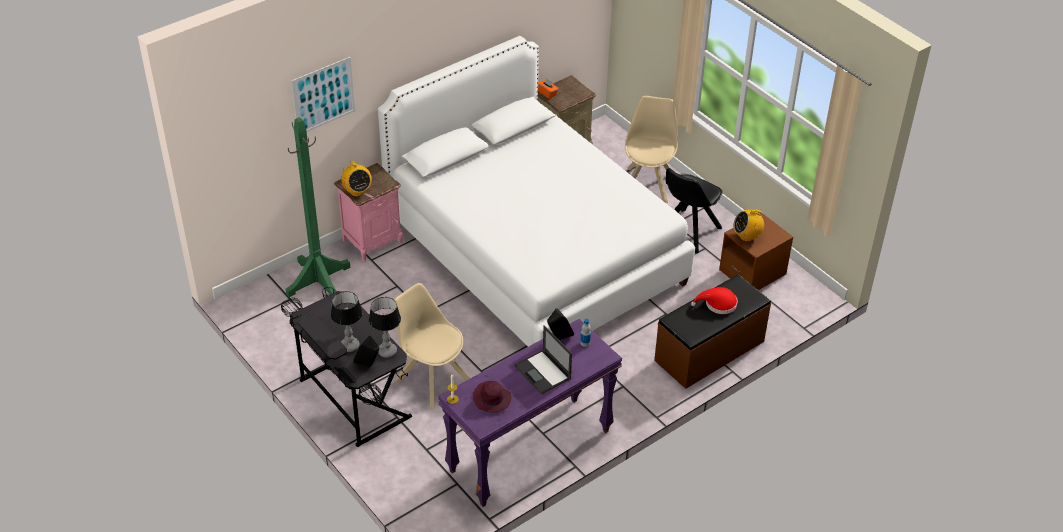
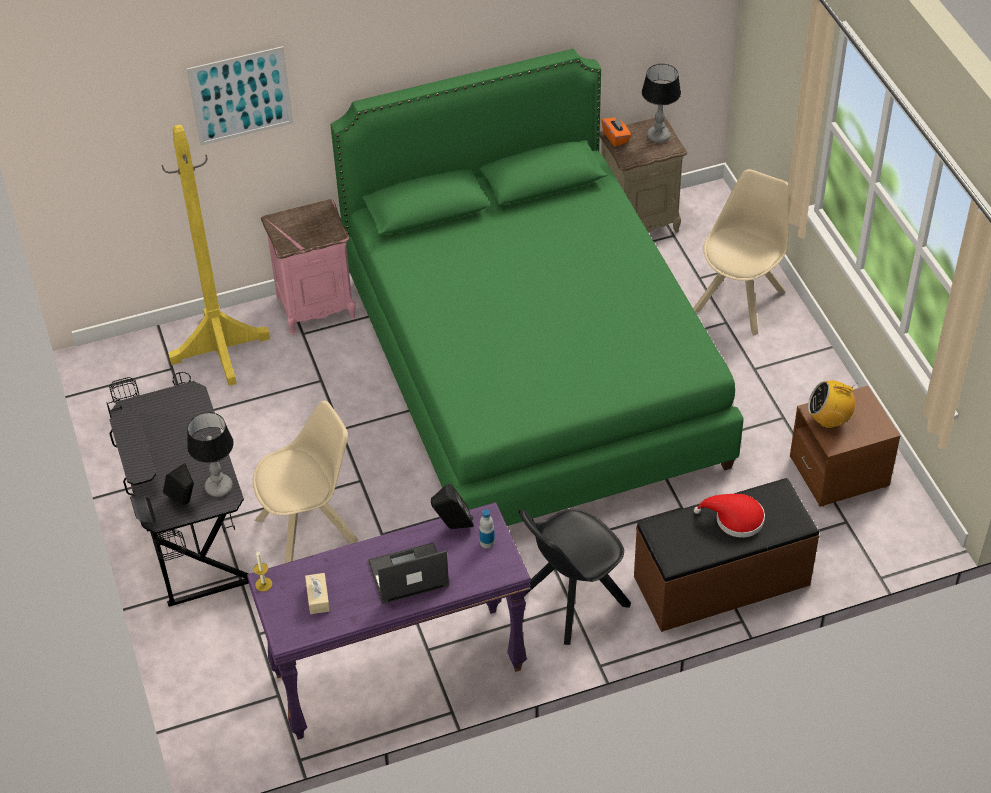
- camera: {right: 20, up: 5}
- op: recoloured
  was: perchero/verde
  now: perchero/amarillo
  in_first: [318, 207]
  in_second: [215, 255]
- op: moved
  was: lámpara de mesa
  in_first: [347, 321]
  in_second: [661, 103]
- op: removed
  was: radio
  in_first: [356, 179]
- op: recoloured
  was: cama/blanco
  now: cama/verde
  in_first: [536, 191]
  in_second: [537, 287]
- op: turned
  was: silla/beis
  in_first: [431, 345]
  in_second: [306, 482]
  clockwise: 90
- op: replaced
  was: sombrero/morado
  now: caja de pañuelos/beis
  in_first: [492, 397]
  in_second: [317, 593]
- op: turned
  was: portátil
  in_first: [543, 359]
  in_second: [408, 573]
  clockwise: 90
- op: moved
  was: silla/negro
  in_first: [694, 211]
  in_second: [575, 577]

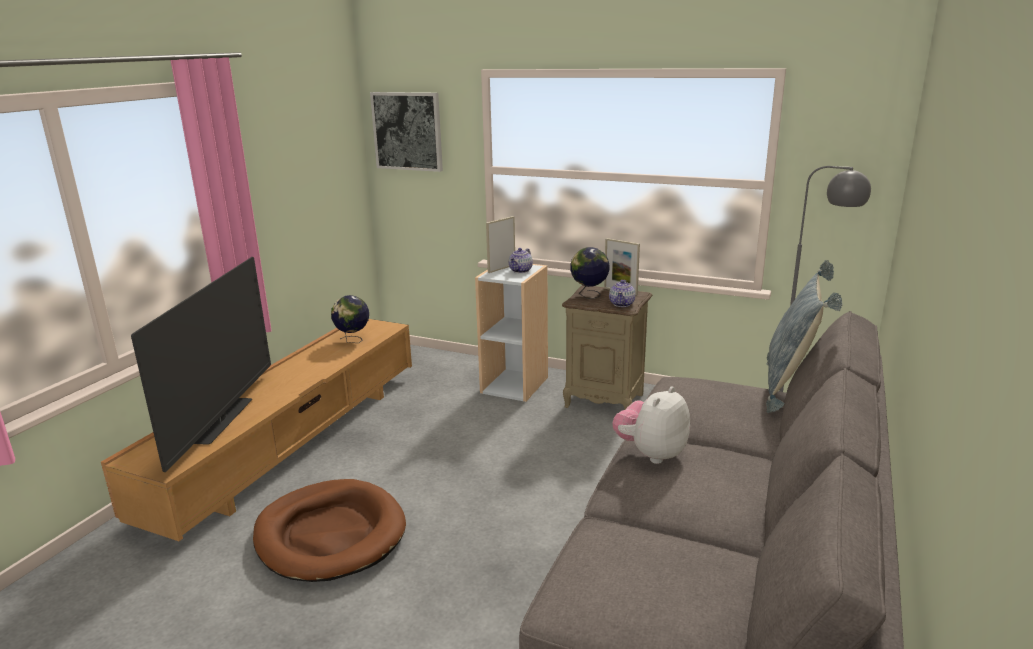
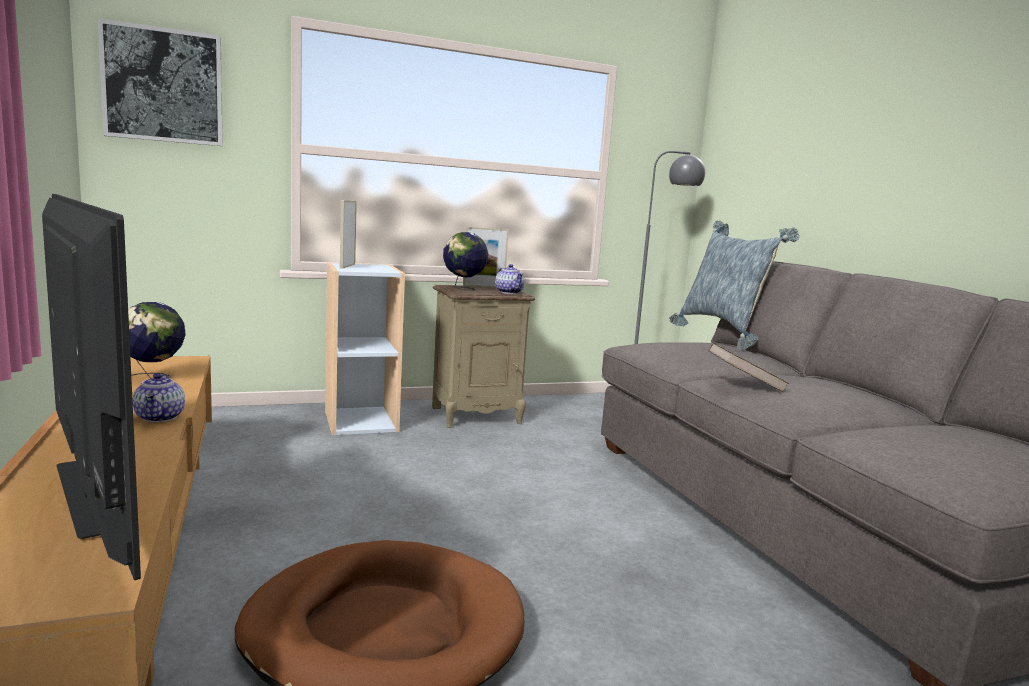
- camera: {right: -45, up: -10}
- op: moved
  was: tetera
  in_first: [521, 260]
  in_second: [159, 398]
- op: replaced
  was: peluche
  now: libro/marrón
  in_first: [651, 425]
  in_second: [749, 367]

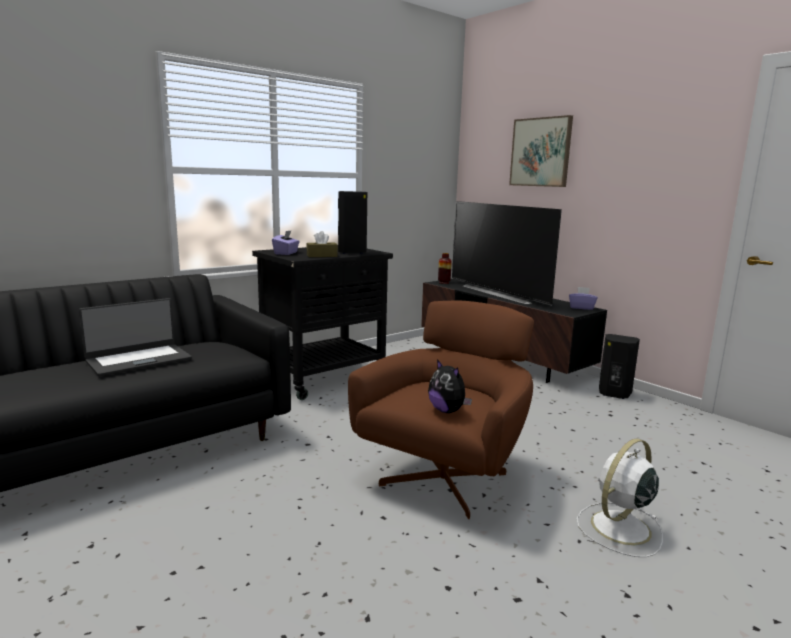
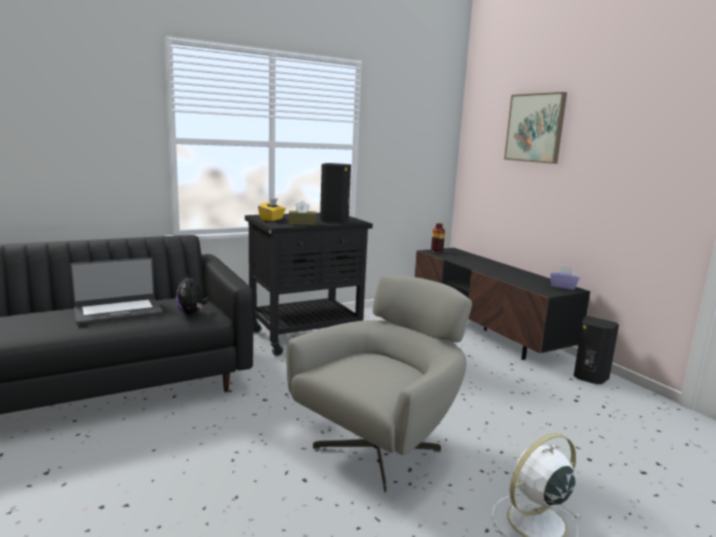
- camera: {right: 10, up: 0}
- op: recoloured
  was: caja de pañuelos/morado
  now: caja de pañuelos/amarillo
  in_first: [286, 242]
  in_second: [272, 209]
- op: recoloured
  was: sillón/marrón
  now: sillón/gris
  in_first: [441, 410]
  in_second: [379, 384]
- op: moved
  was: peluche
  in_first: [450, 386]
  in_second: [192, 294]
- op: removed
  was: televisor
  in_first: [507, 253]

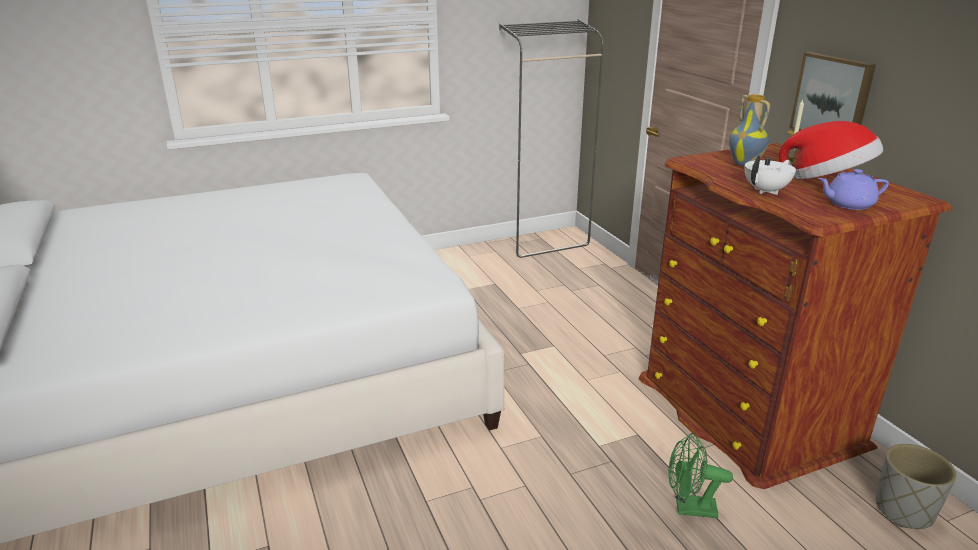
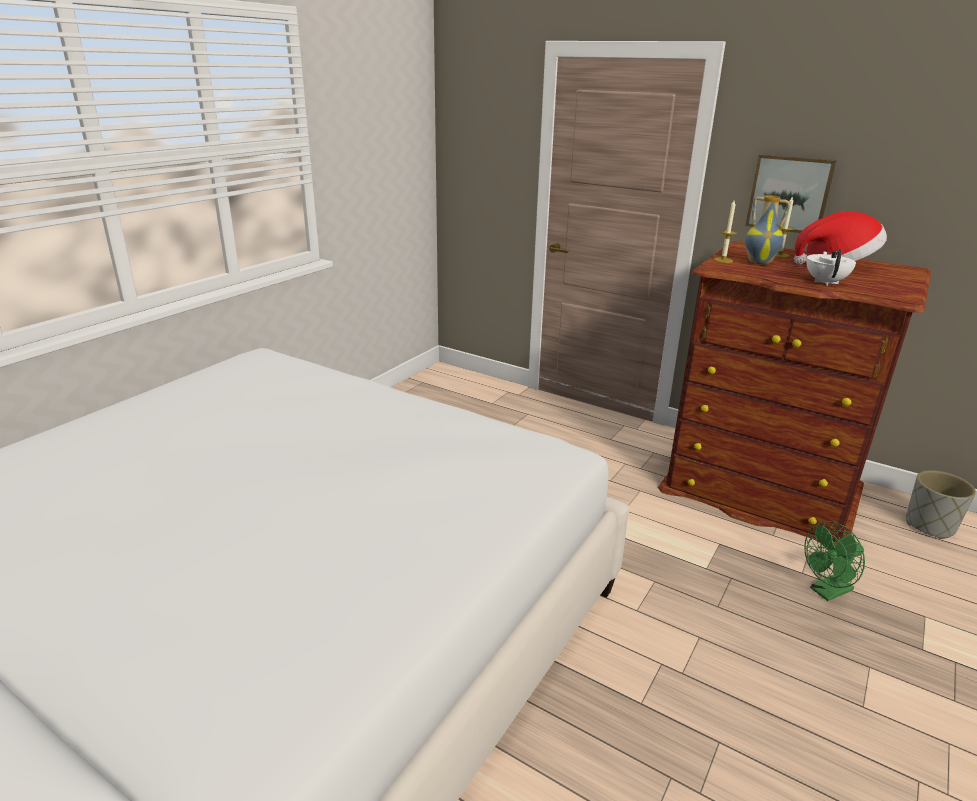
- camera: {right: -35, up: 0}
- op: removed
  was: perchero/gris
  in_first: [551, 138]
- op: removed
  was: tetera/morado
  in_first: [853, 189]
- op: added
  now: vela
  in_second: [725, 231]

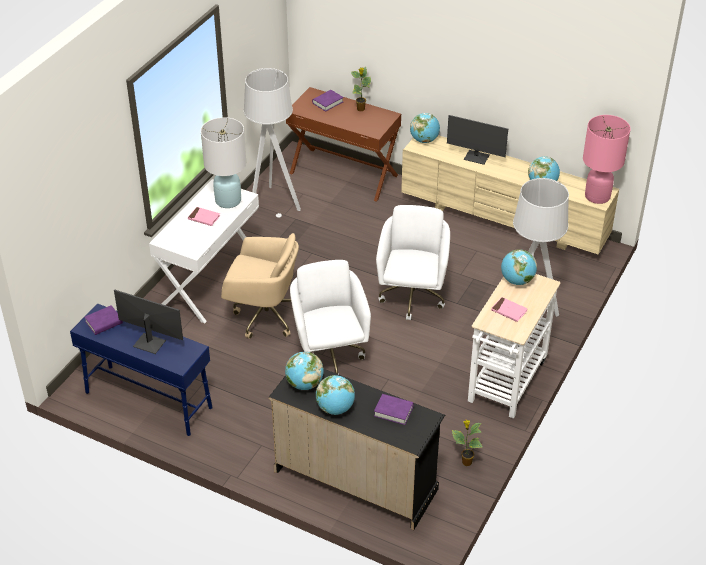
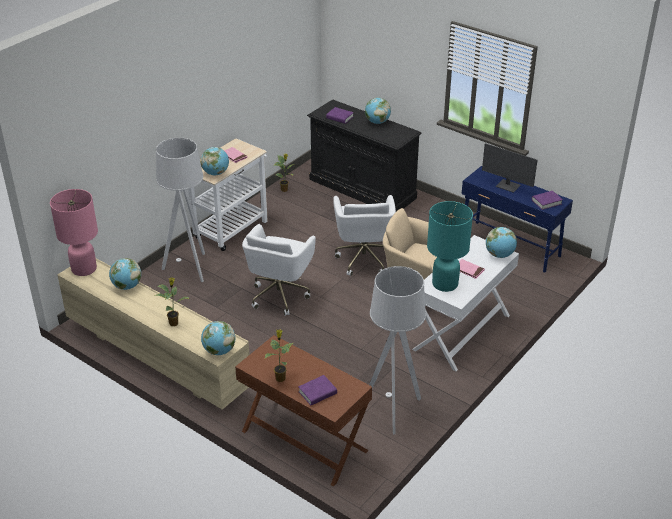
- camera: {right: -170, up: -5}
- op: recoloured
  was: lámpara de mesa/blanco
  now: lámpara de mesa/turquesa
  in_first: [223, 162]
  in_second: [450, 246]
- op: moved
  was: globo terráqueo
  in_first: [304, 371]
  in_second: [501, 242]
- op: replaced
  was: monitor
  now: planta en maceta
  in_first: [477, 140]
  in_second: [172, 301]

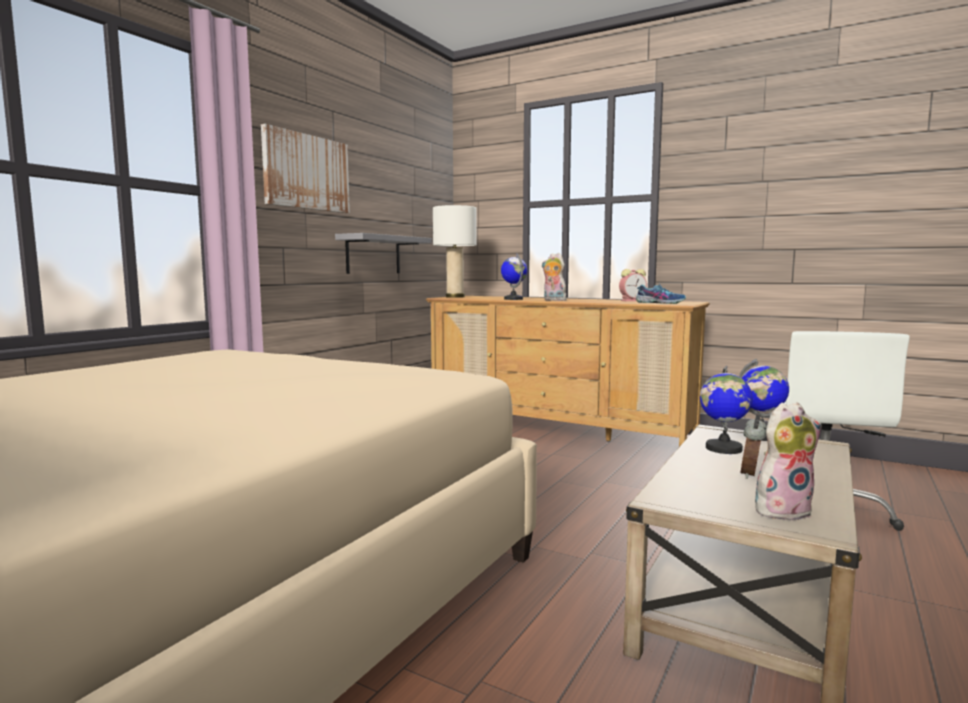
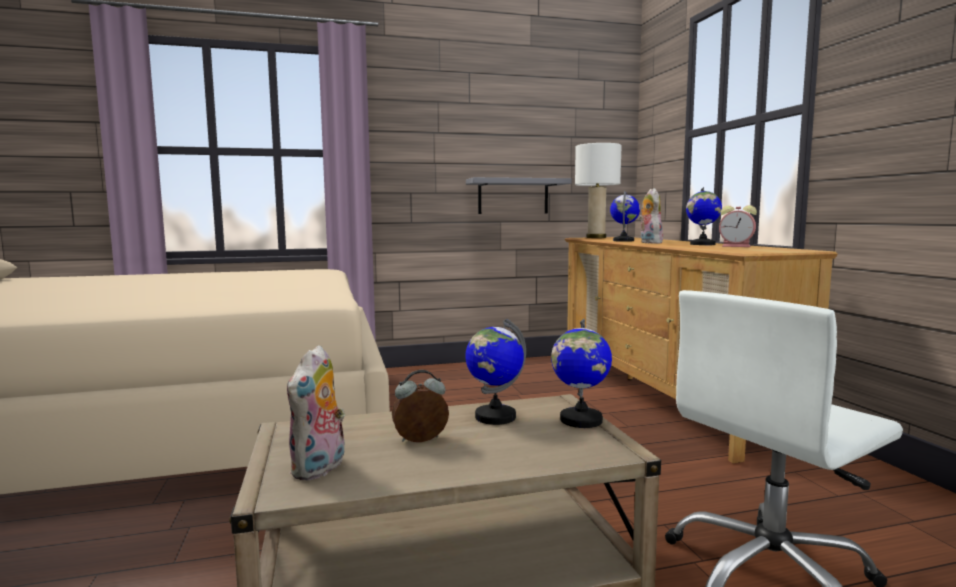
- camera: {right: 45, up: 0}
- op: removed
  was: cuadro
  in_first: [305, 168]
- op: removed
  was: zapato
  in_first: [661, 293]
- op: turned
  was: peluche
  in_first: [788, 462]
  in_second: [316, 413]
  clockwise: 75
- op: added
  now: globo terráqueo
  in_second: [704, 216]

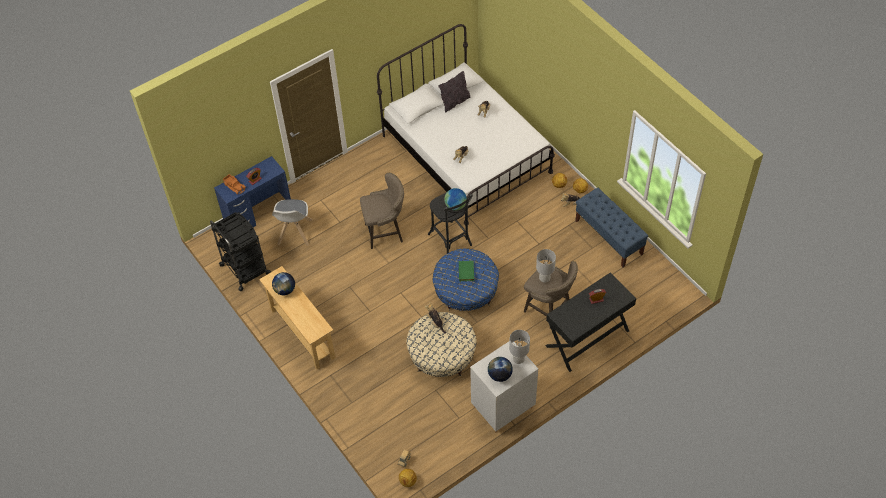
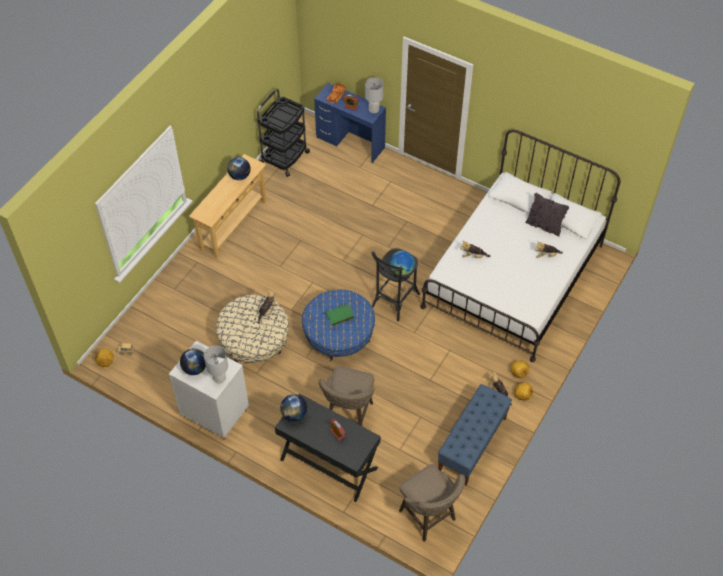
- camera: {right: 65, up: 0}
- op: removed
  was: silla
  in_first: [292, 222]
- op: moved
  was: taburete/beis
  in_first: [382, 211]
  in_second: [432, 503]
- op: moved
  was: lámpara de mesa/gris
  in_first: [546, 266]
  in_second: [374, 95]
- op: added
  now: globo terráqueo
  in_second: [293, 407]

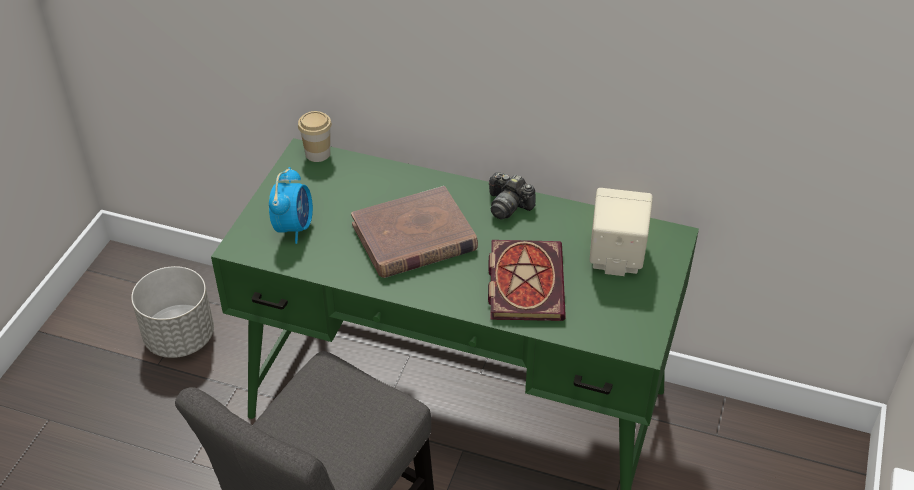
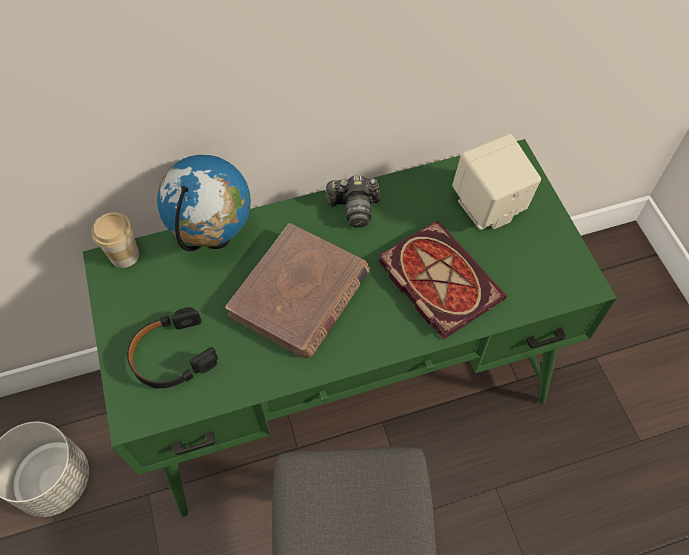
- camera: {right: -35, up: 15}
- op: replaced
  was: despertador
  now: auriculares/negro
  in_first: [291, 205]
  in_second: [172, 347]
- op: added
  now: globo terráqueo
  in_second: [204, 203]

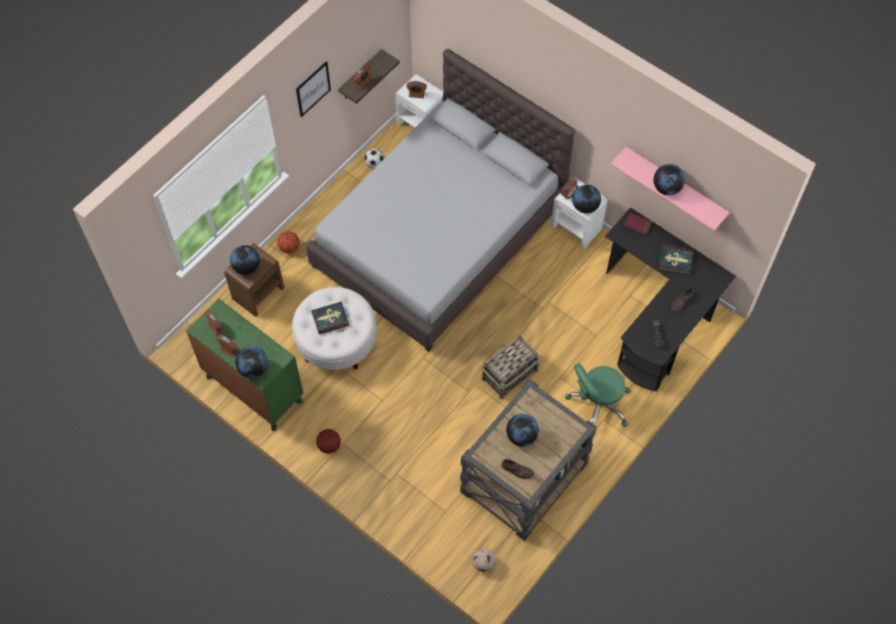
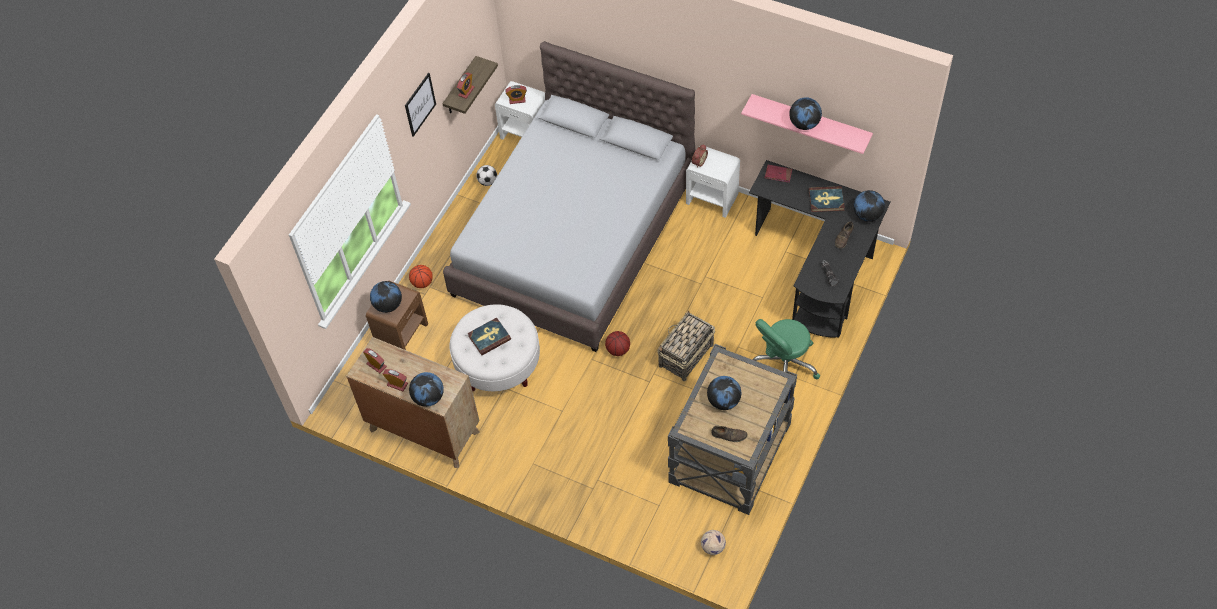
- camera: {right: -10, up: -5}
- op: recoloured
  was: cómoda/verde
  now: cómoda/marrón
  in_first: [244, 365]
  in_second: [413, 402]
- op: moved
  was: balón de baloncesto
  in_first: [328, 441]
  in_second: [617, 343]
- op: moved
  was: globo terráqueo
  in_first: [586, 199]
  in_second: [869, 206]

